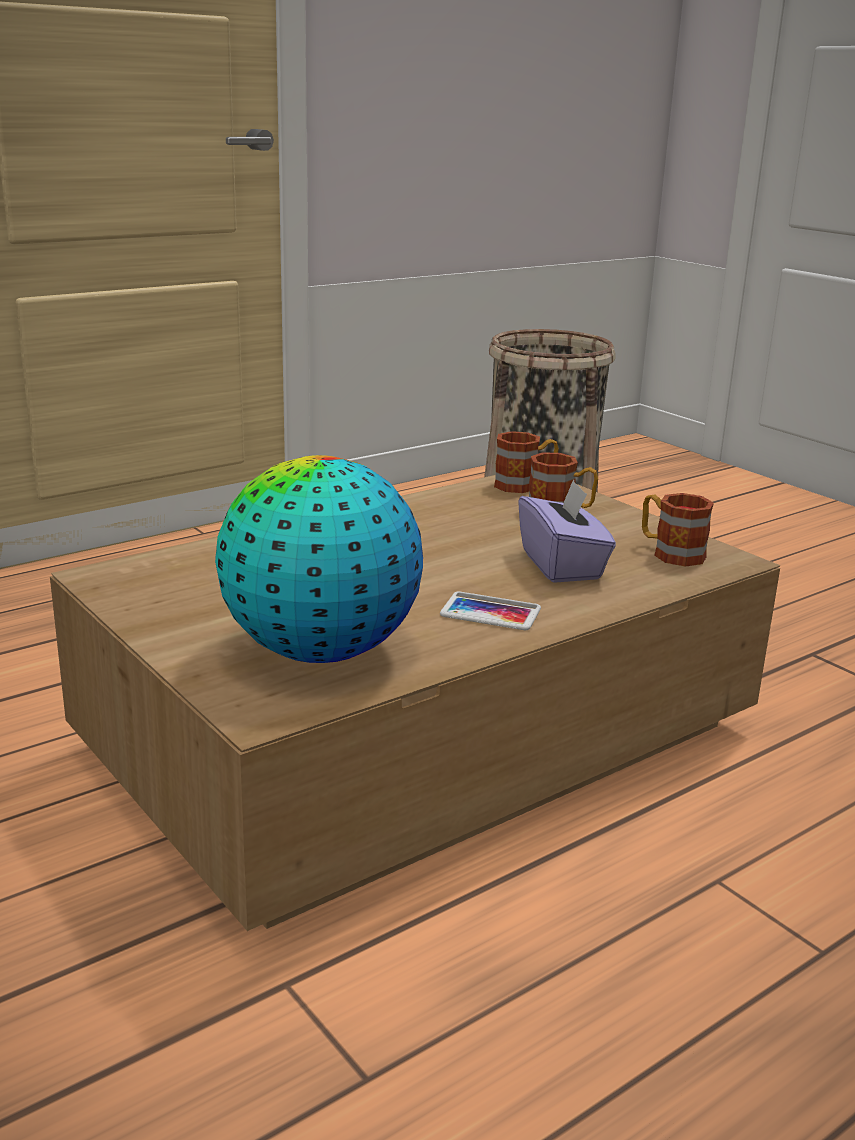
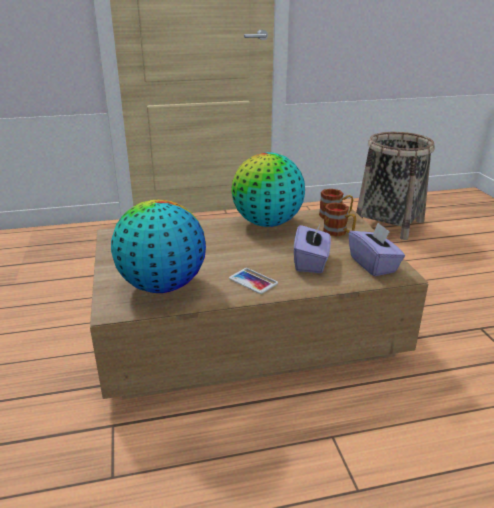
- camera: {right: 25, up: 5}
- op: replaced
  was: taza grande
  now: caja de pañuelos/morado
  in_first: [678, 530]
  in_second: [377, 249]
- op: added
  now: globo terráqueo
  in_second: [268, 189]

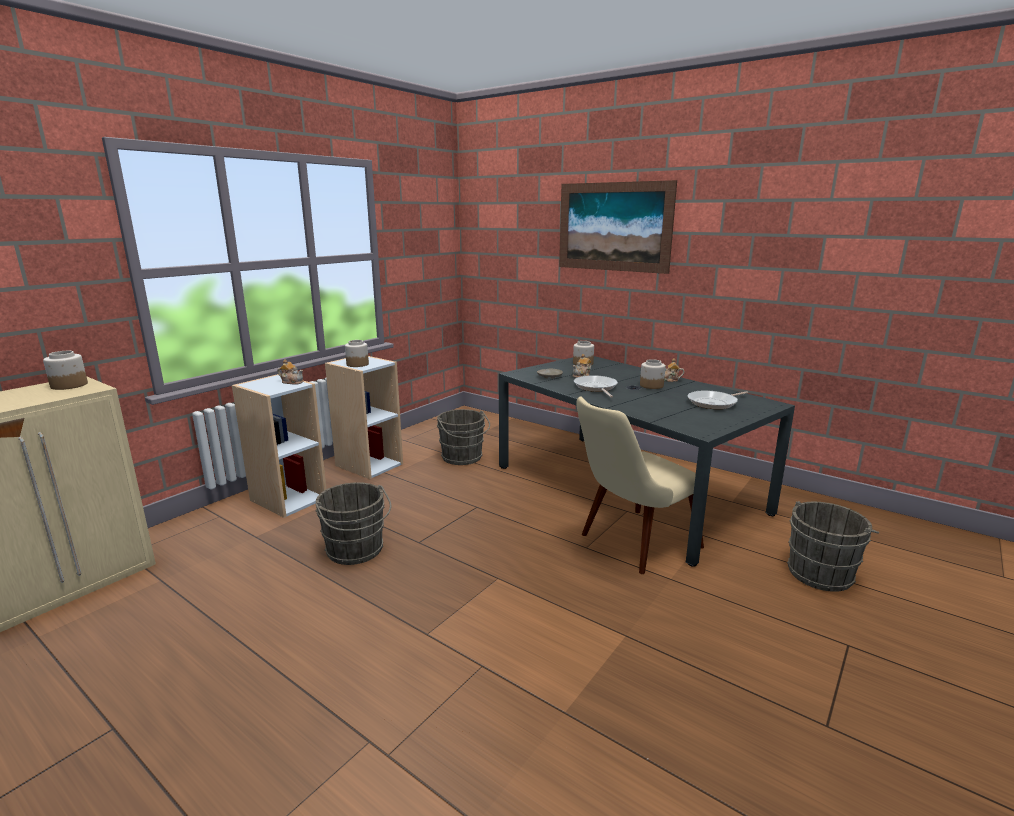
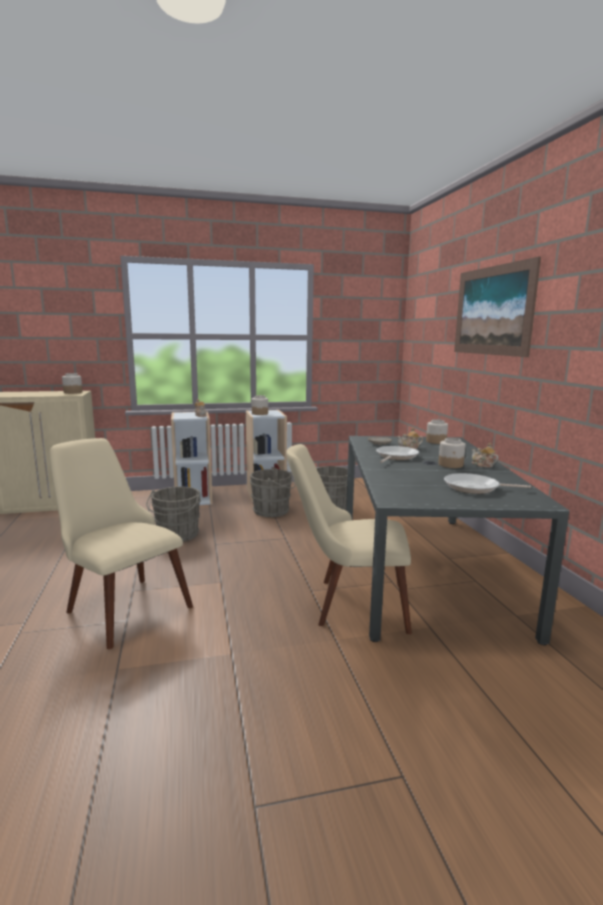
- camera: {right: 40, up: -5}
- op: moved
  was: cubo/gris
  in_first: [833, 546]
  in_second: [273, 492]
- op: added
  now: silla/beis
  in_second: [121, 543]

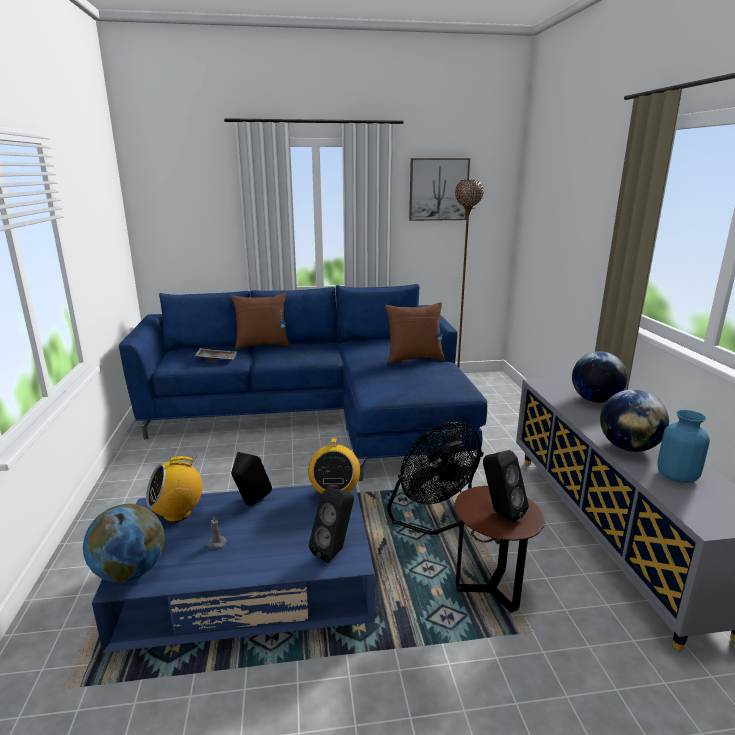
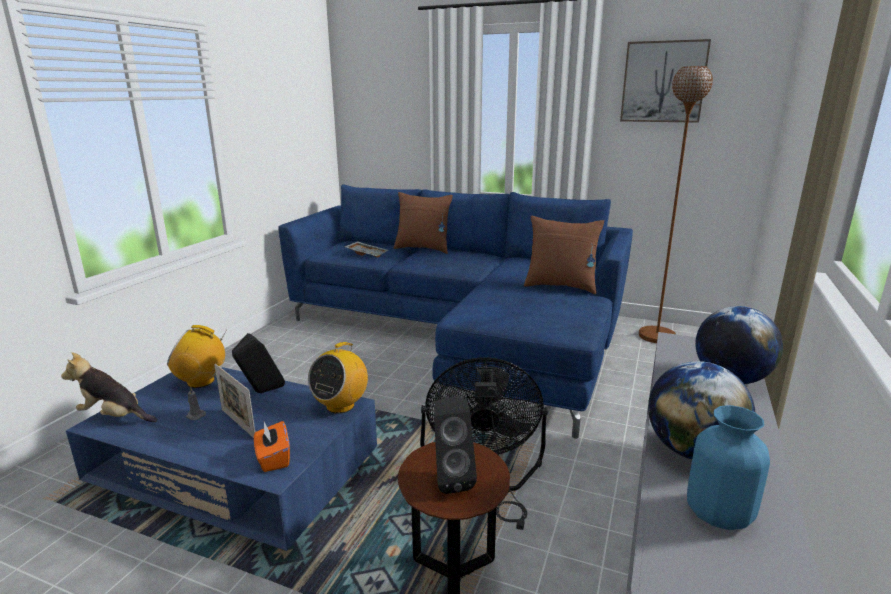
- camera: {right: 30, up: 0}
- op: replaced
  was: globo terráqueo
  now: peluche
  in_first: [124, 543]
  in_second: [109, 387]
- op: replaced
  was: altavoz/negro
  now: caja de pañuelos/naranja
  in_first: [331, 525]
  in_second: [272, 446]
- op: added
  now: portarretratos
  in_second: [234, 401]

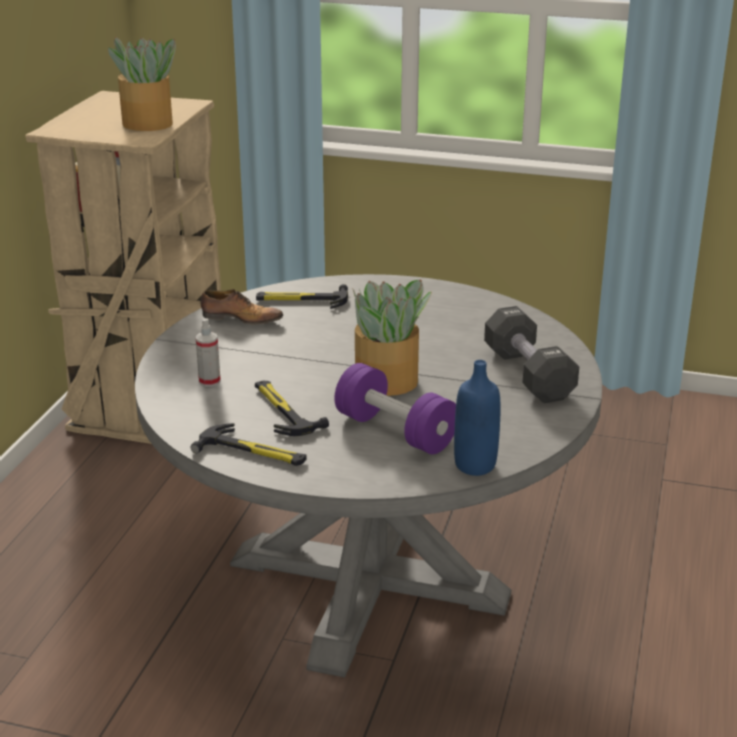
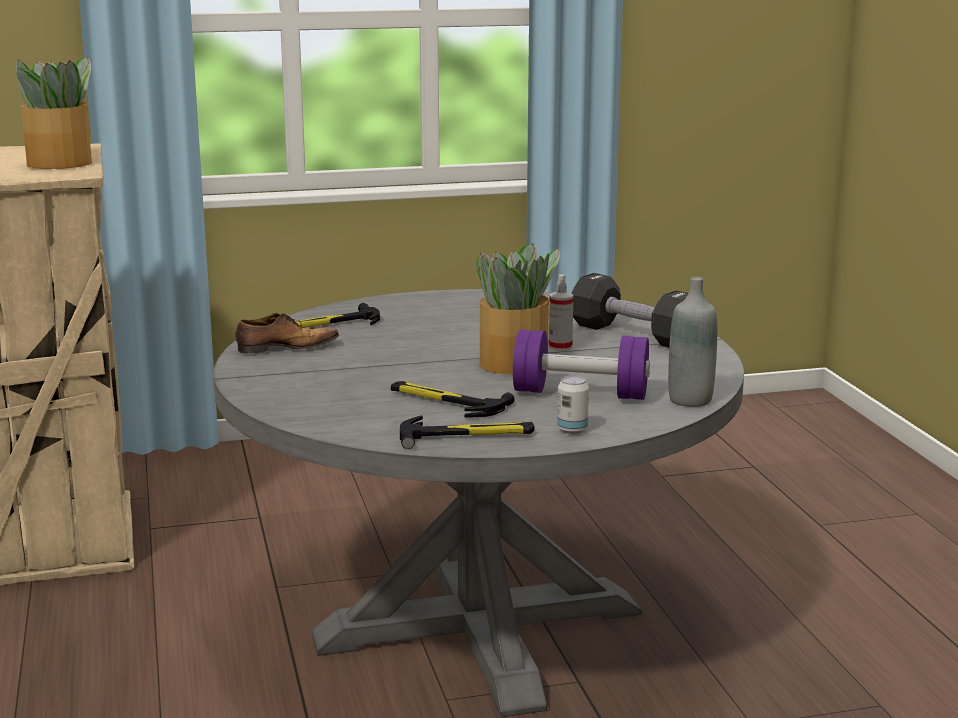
- camera: {right: -30, up: -10}
- op: moved
  was: pulverizador
  in_first: [208, 352]
  in_second: [561, 313]
- op: recoloured
  was: botella/azul
  now: botella/gris
  in_first: [477, 418]
  in_second: [692, 342]
- op: added
  now: lata
  in_second: [573, 405]

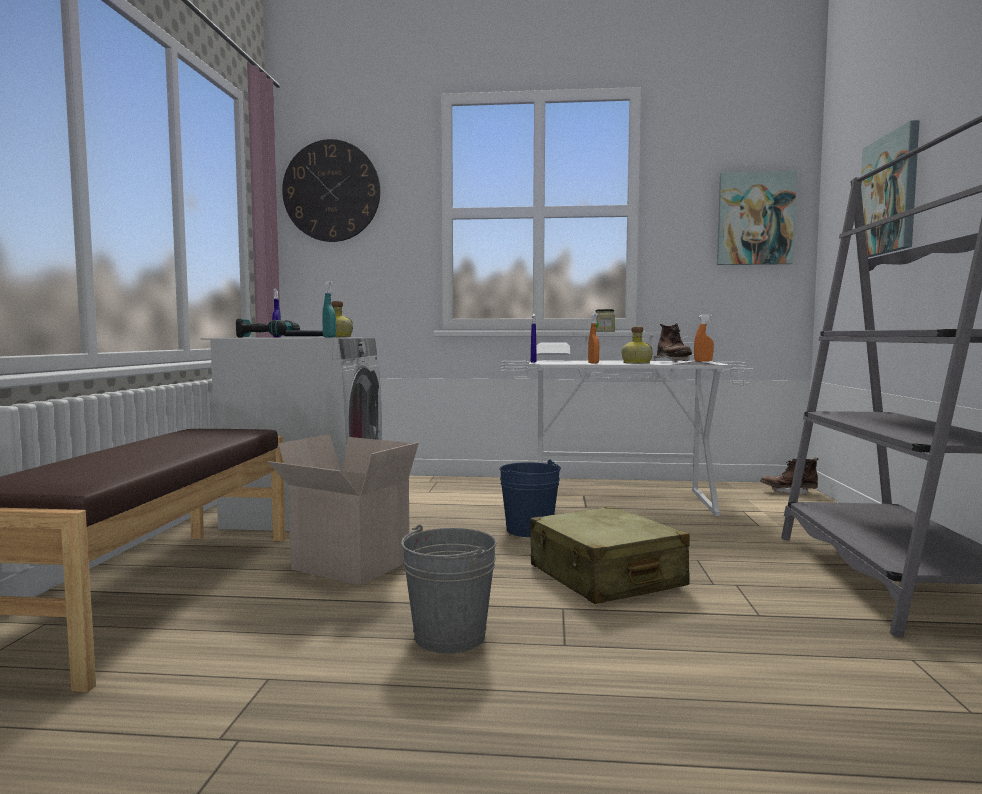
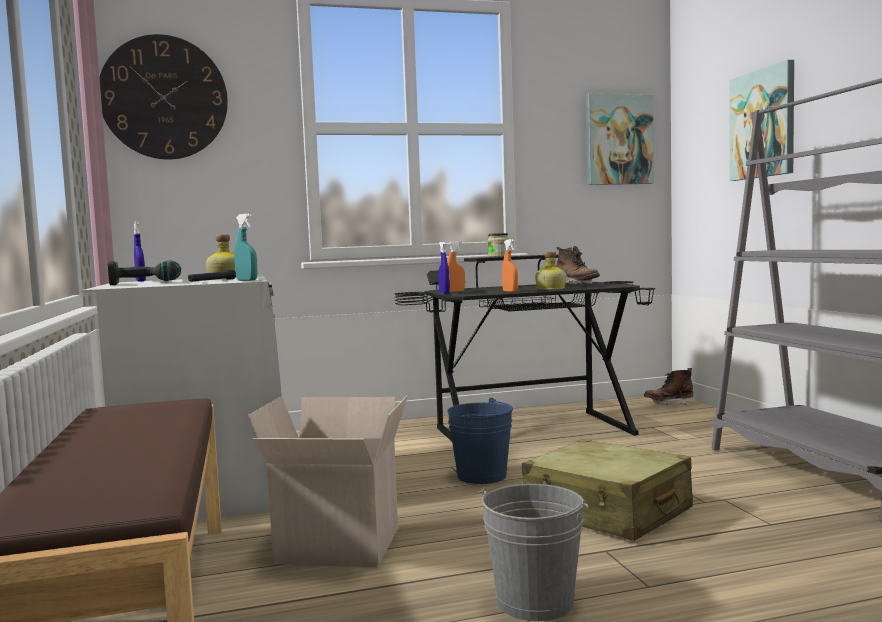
- camera: {right: -20, up: 0}
- op: recoloured
  was: escritorio/blanco
  now: escritorio/negro
  in_first: [627, 424]
  in_second: [525, 348]
- op: moved
  was: pulverizador/naranja
  in_first: [704, 338]
  in_second: [456, 266]

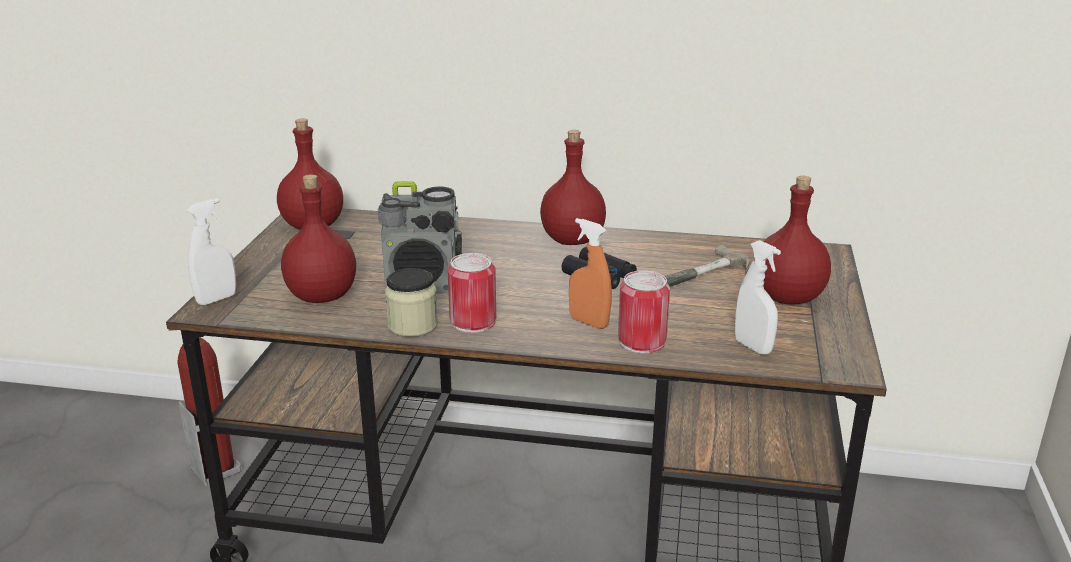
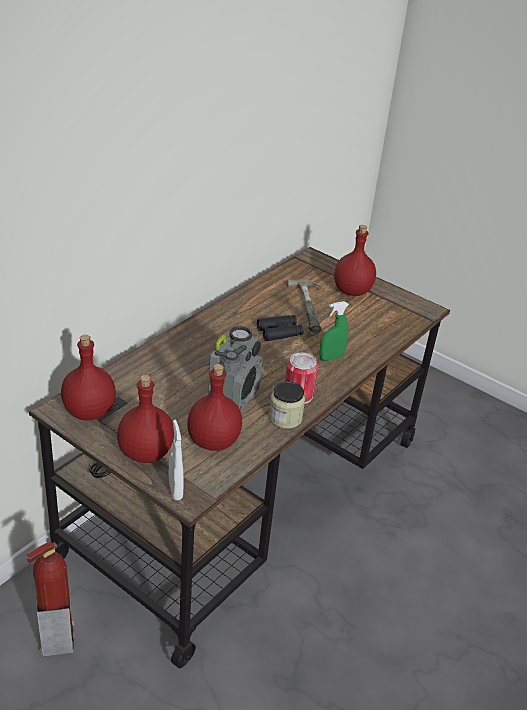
- camera: {right: -65, up: 10}
- op: moved
  was: botella/rojo
  in_first: [573, 187]
  in_second: [145, 419]
- op: recoloured
  was: pulverizador/naranja
  now: pulverizador/verde
  in_first: [590, 273]
  in_second: [334, 331]
- op: removed
  was: lata
  in_first: [644, 311]
- op: removed
  was: pulverizador/blanco
  in_first: [758, 297]

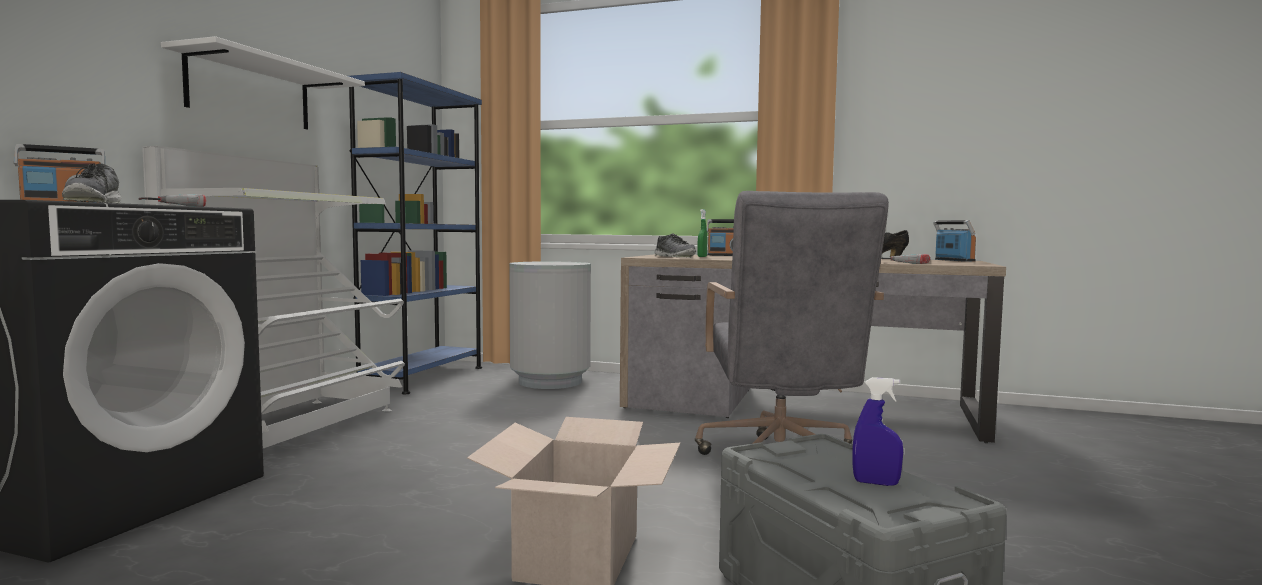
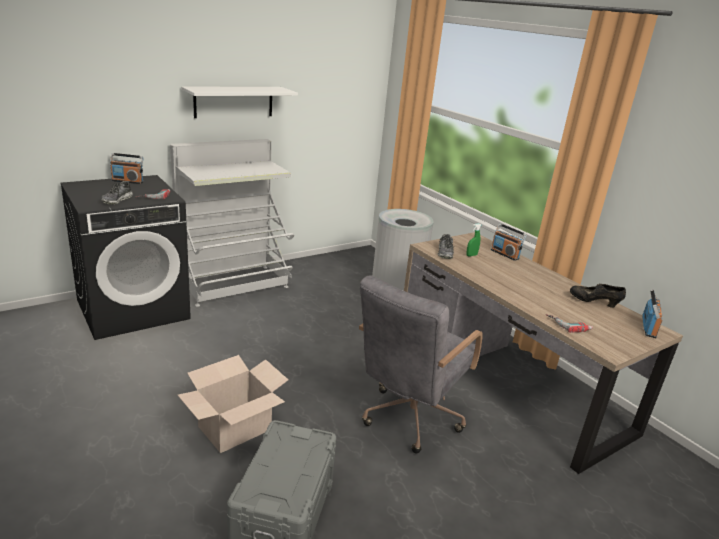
- camera: {right: 35, up: 20}
- op: removed
  was: estantería/azul
  in_first: [415, 233]
- op: removed
  was: pulverizador/azul
  in_first: [877, 431]

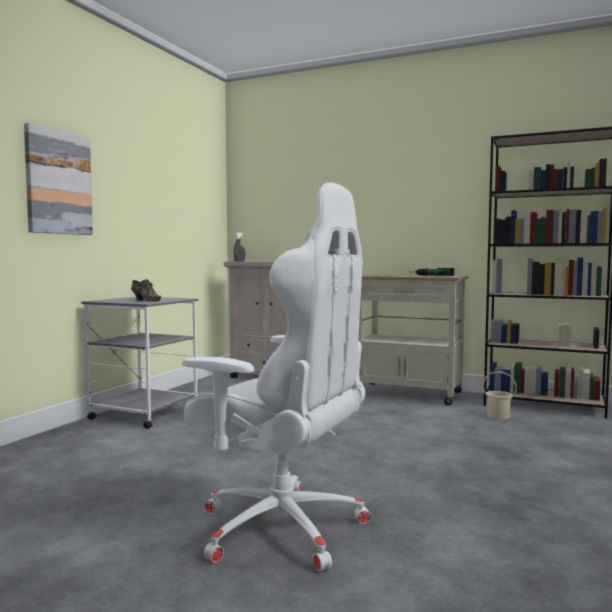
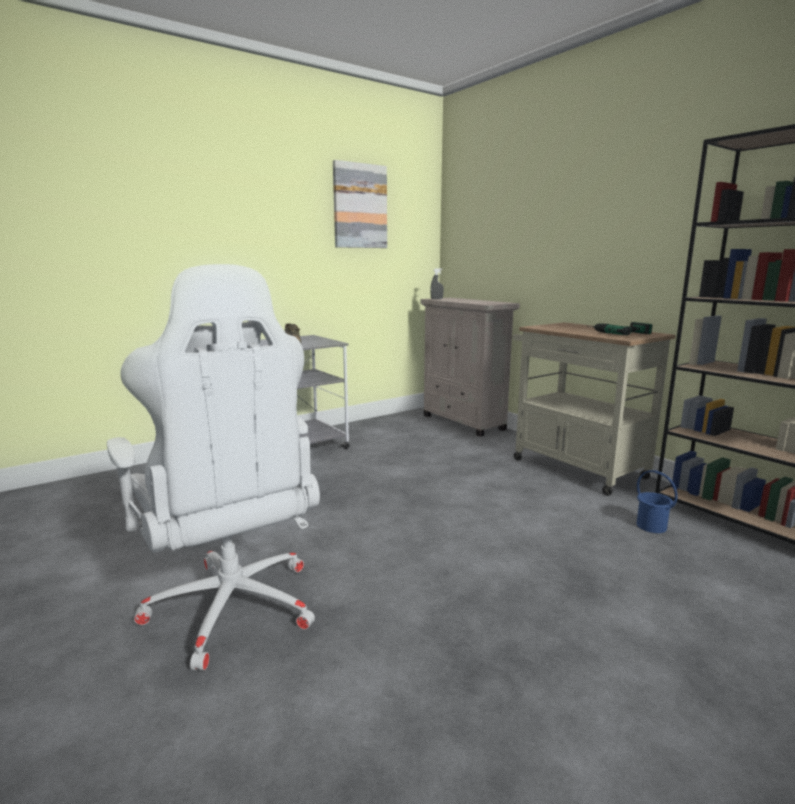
- camera: {right: 30, up: 10}
- op: moved
  was: cuadro
  in_first: [58, 179]
  in_second: [360, 204]
- op: recoloured
  was: cubo/beis
  now: cubo/azul
  in_first: [499, 395]
  in_second: [657, 501]

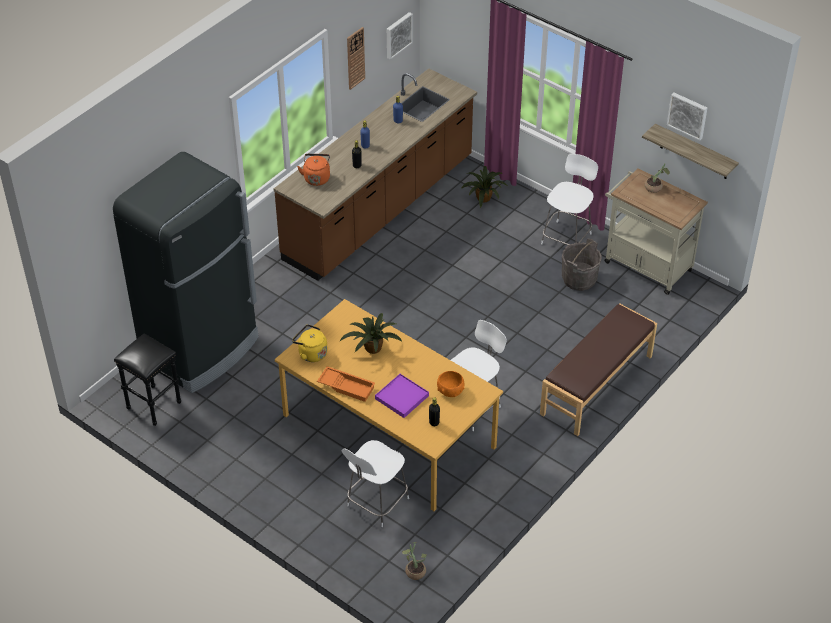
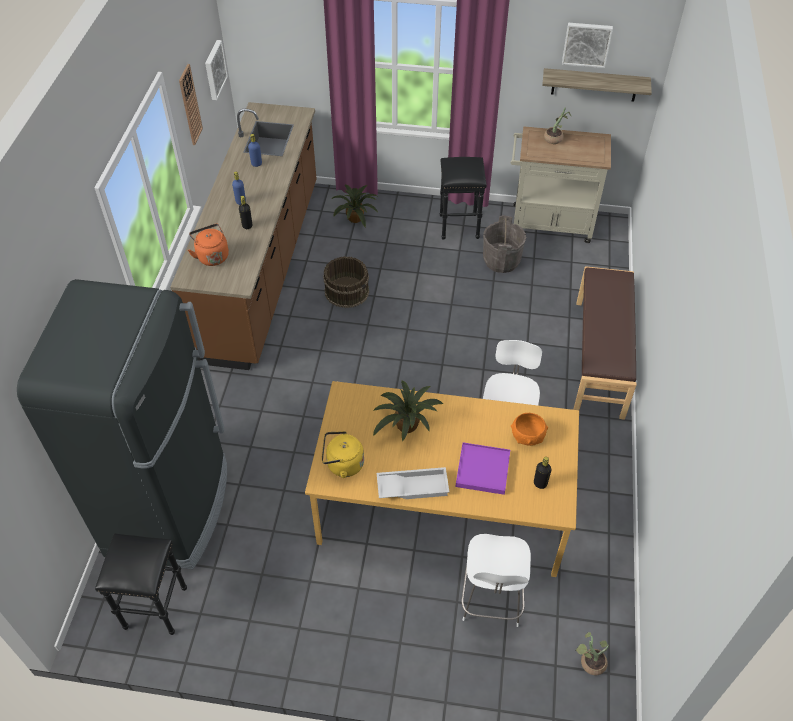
- camera: {right: -30, up: 5}
- op: recoloured
  was: bandeja/naranja
  now: bandeja/blanco
  in_first: [346, 384]
  in_second: [413, 483]
- op: replaced
  was: silla/blanco
  now: taburete/negro
  in_first: [569, 199]
  in_second: [463, 198]
- op: added
  now: cubo/marrón
  in_second: [346, 282]

